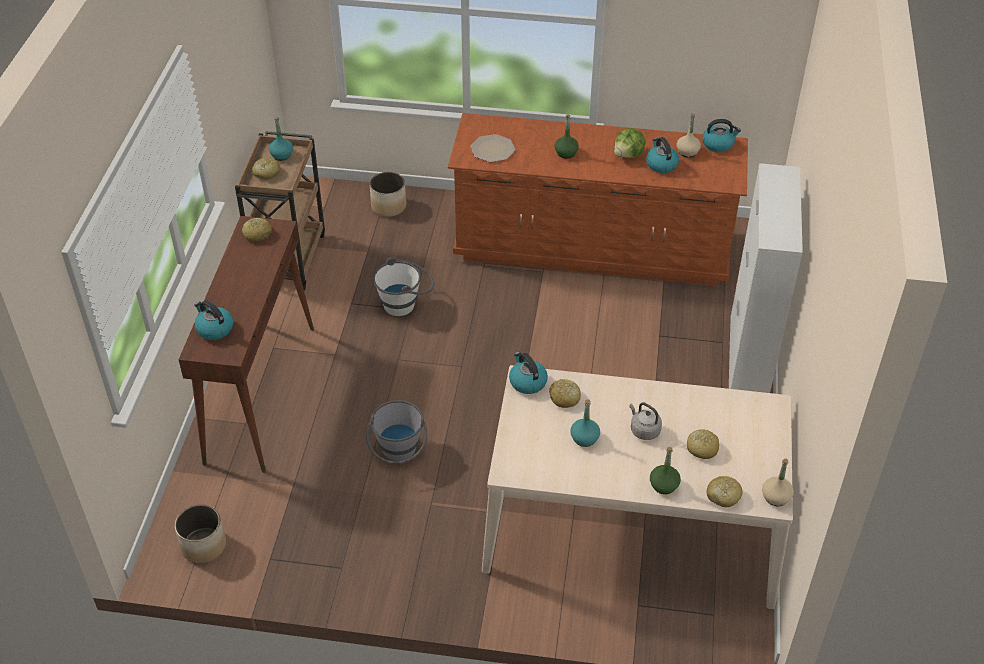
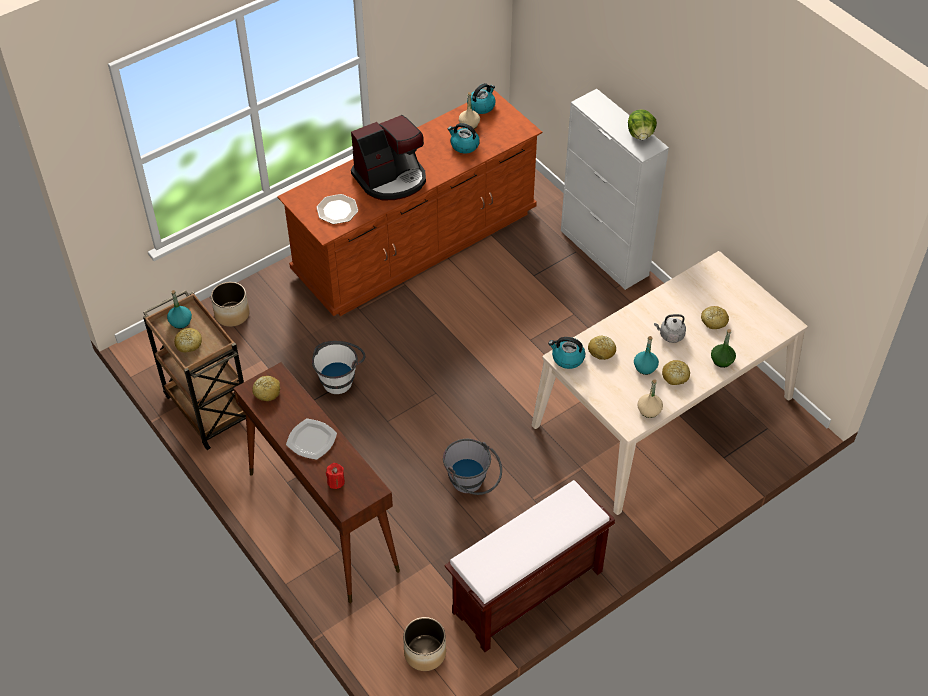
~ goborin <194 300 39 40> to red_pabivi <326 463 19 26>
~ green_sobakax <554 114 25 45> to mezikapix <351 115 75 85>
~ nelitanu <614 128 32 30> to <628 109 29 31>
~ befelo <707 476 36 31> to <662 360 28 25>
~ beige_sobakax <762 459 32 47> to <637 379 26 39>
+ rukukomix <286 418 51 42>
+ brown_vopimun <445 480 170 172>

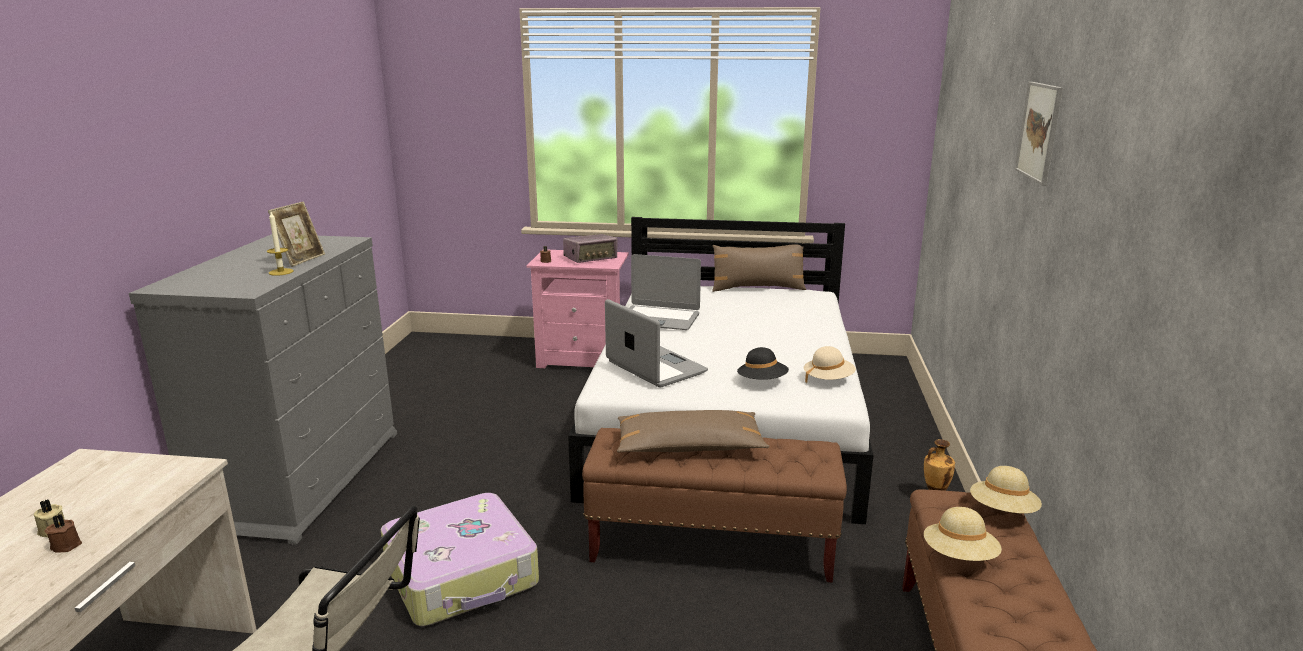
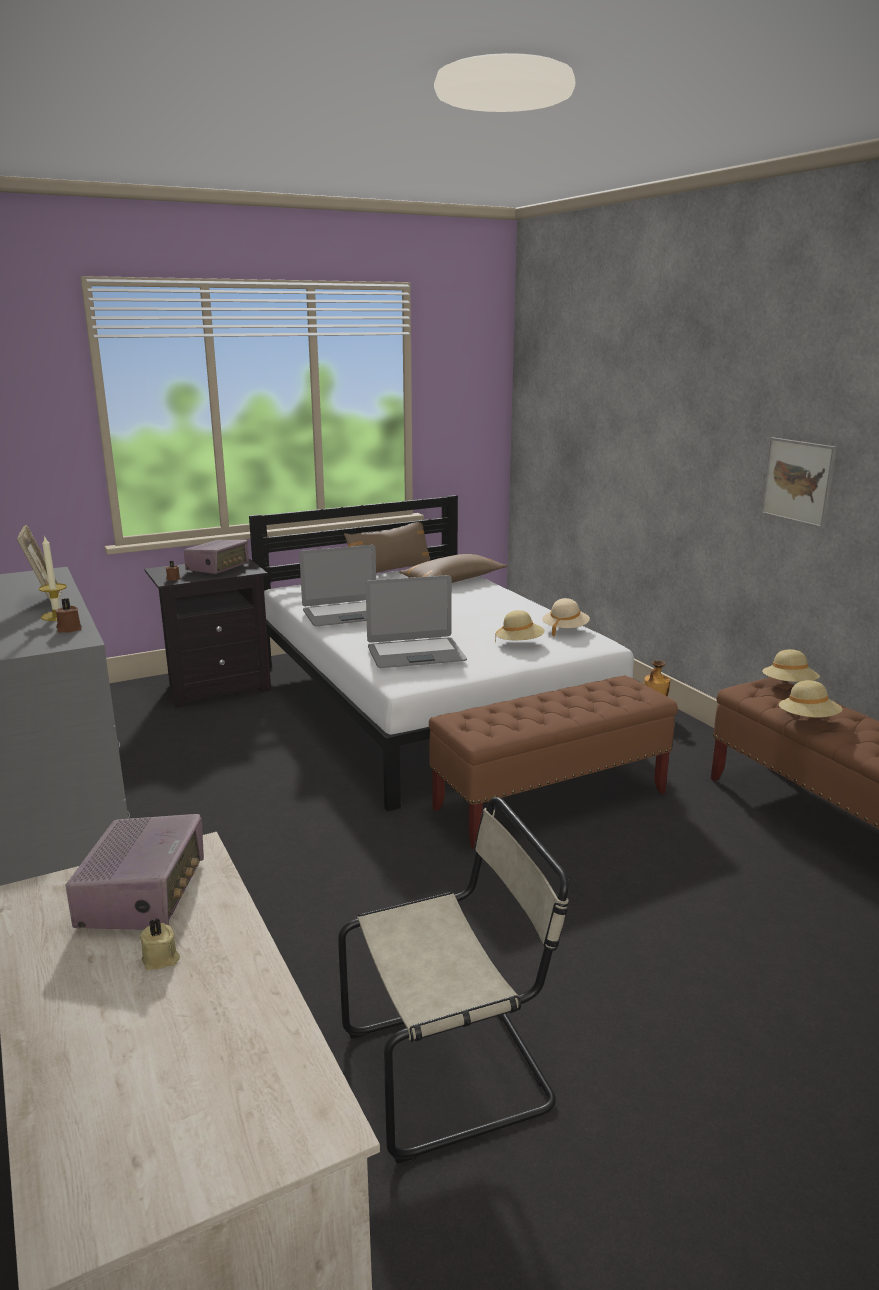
~ brown_pabivi <45 514 37 39> to <55 598 27 34>
- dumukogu <381 493 158 133>
~ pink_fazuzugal <527 249 102 119> to black_fazuzugal <144 558 127 150>
~ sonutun <605 299 103 89> = <366 575 101 93> 150 degrees clockwise
~ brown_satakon <617 410 153 43> to <399 554 108 29>
~ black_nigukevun <737 347 52 33> to beige_nigukevun <495 610 50 32>
~ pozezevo <1015 82 48 103> to <761 437 76 91>
+ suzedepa <66 814 138 115>

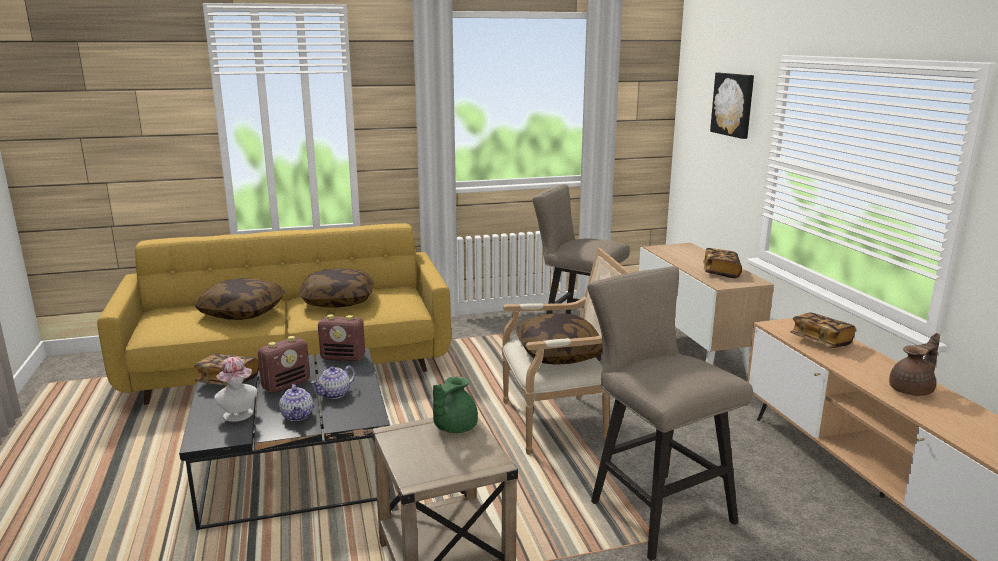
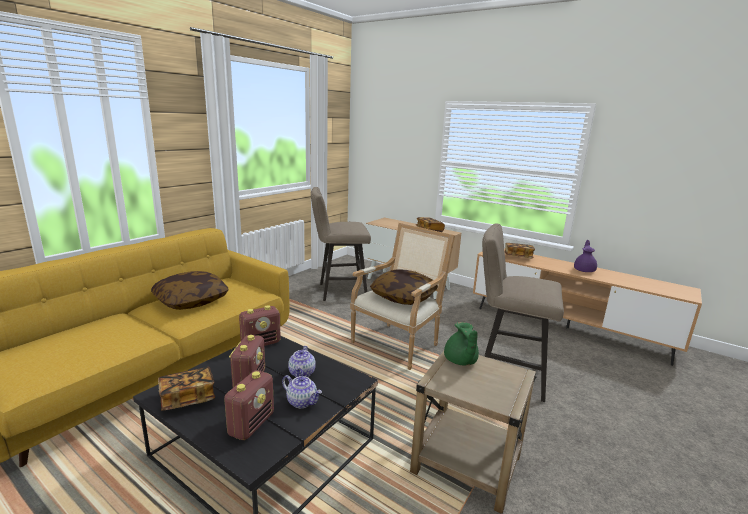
- satakon <194 278 91 42>
~ nigukevun <214 357 43 65> to suzedepa <224 370 50 70>
- pozezevo <710 73 44 66>
~ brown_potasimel <889 333 51 63> to purple_potasimel <574 240 23 32>

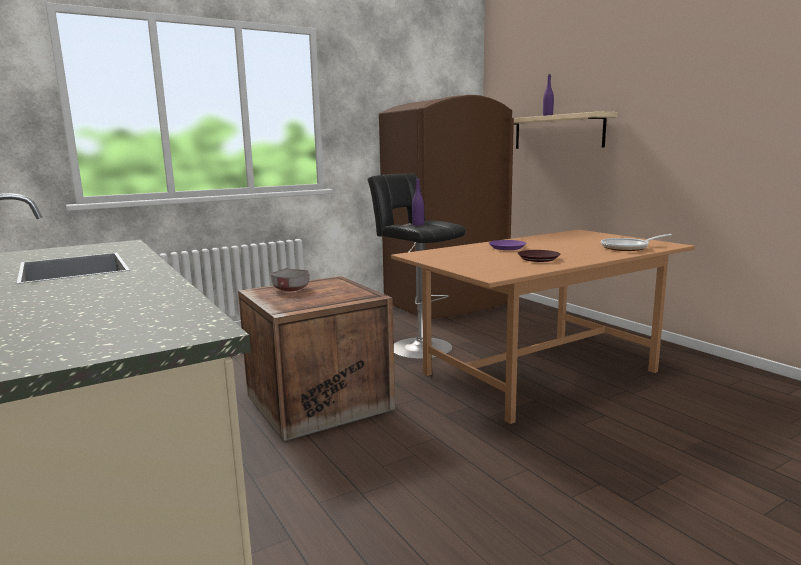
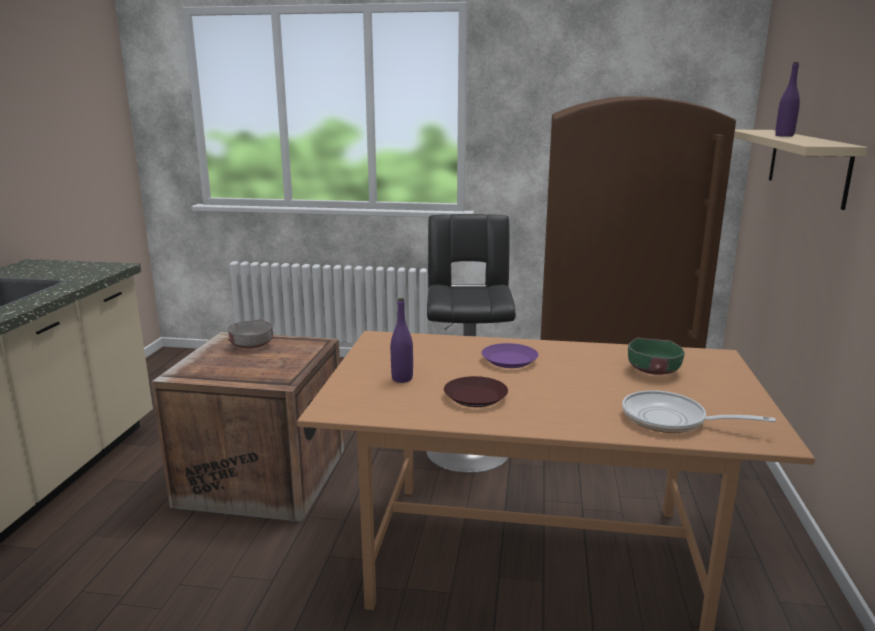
~ purple_sobakax <412 178 12 48> to <391 298 22 85>
+ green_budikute <628 337 57 38>

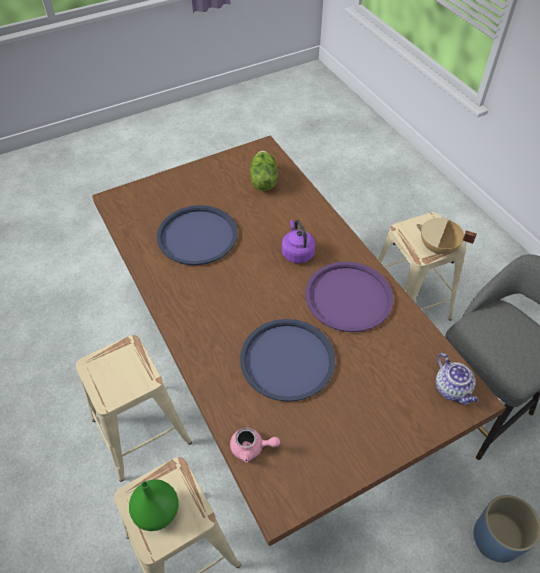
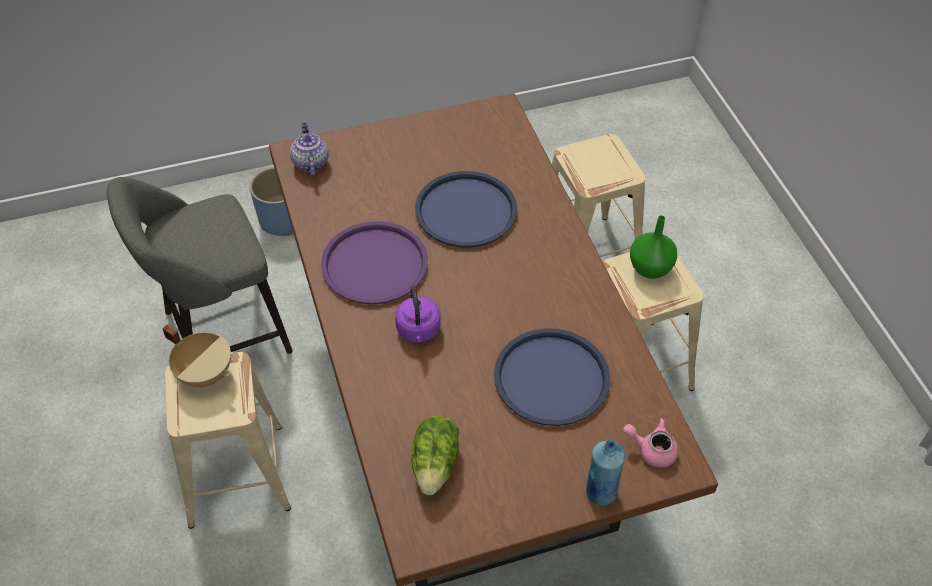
~ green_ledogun <129 479 50 52> to <630 215 47 64>
~ pink_potasimel <230 428 50 34> to <623 418 55 50>
+ blue_sobakax <586 440 39 66>

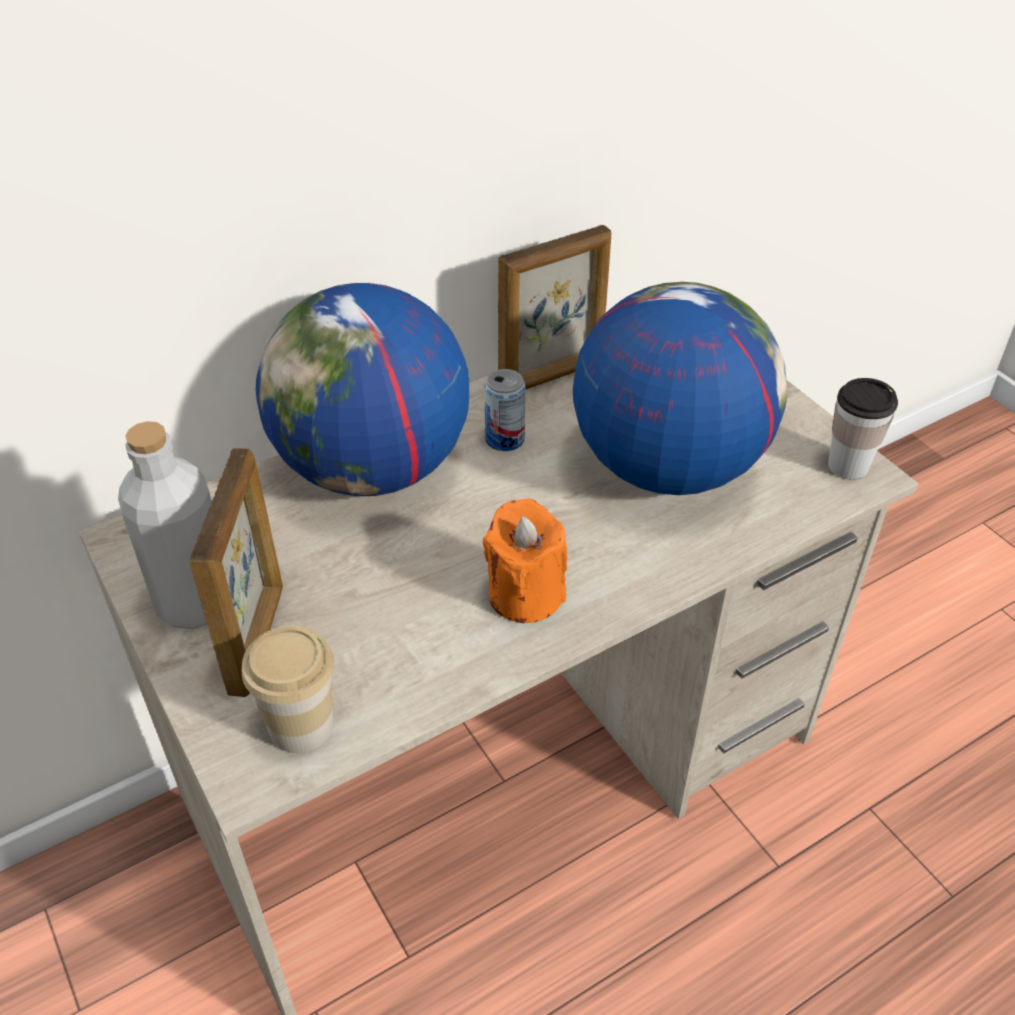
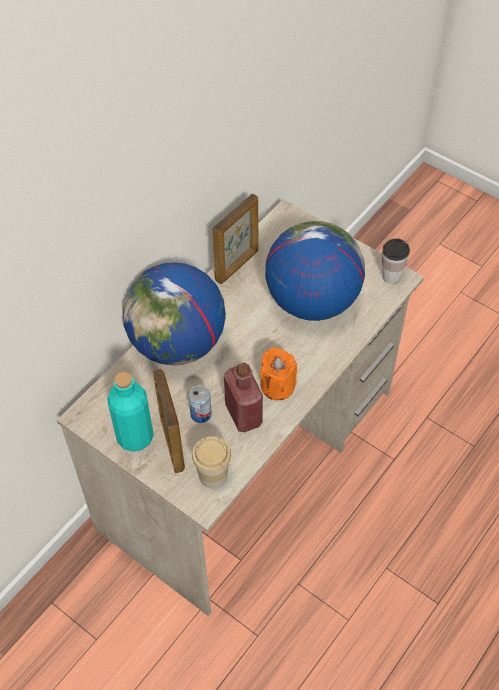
~ grey_sobakax <118 421 94 208> to turquoise_sobakax <107 372 47 80>
~ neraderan <484 369 41 82> to <188 385 24 38>
+ red_sobakax <224 363 39 69>

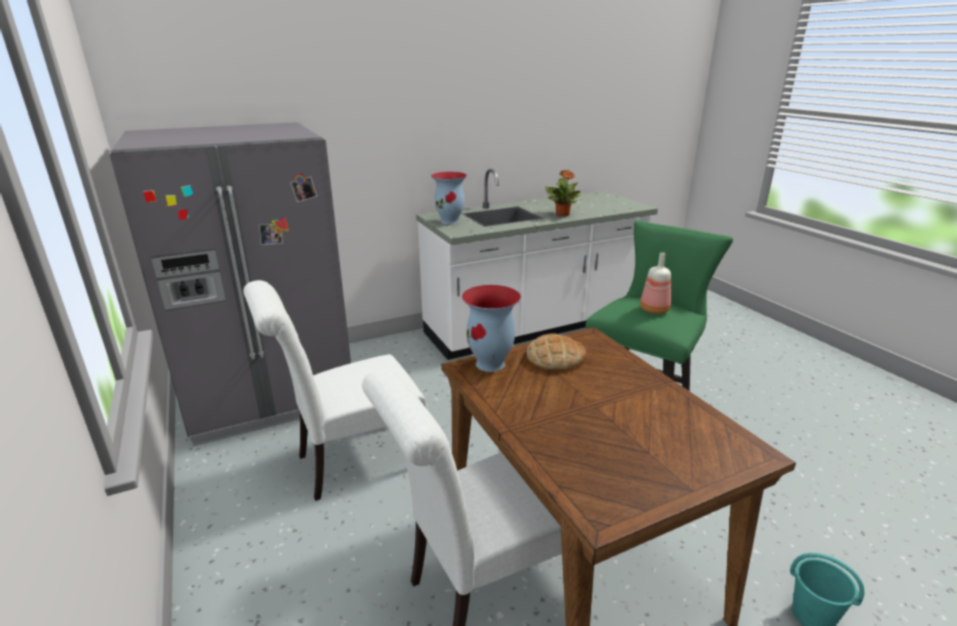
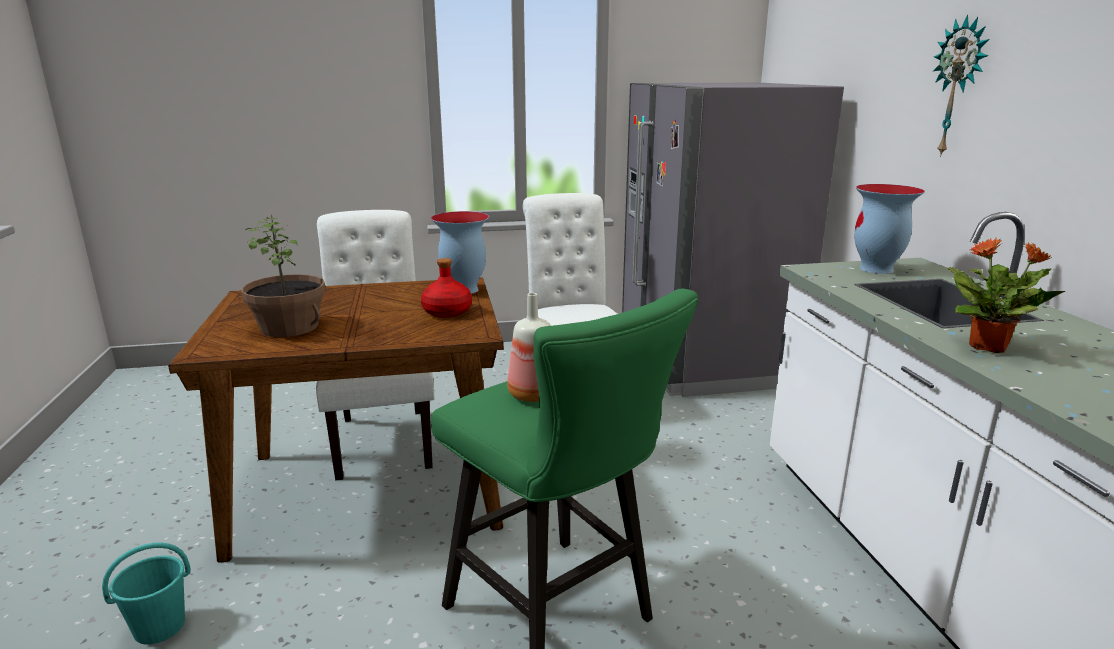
~ befelo <527 334 60 37> to red_sobakax <421 258 51 60>
+ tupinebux <241 214 85 123>
+ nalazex <933 15 56 142>

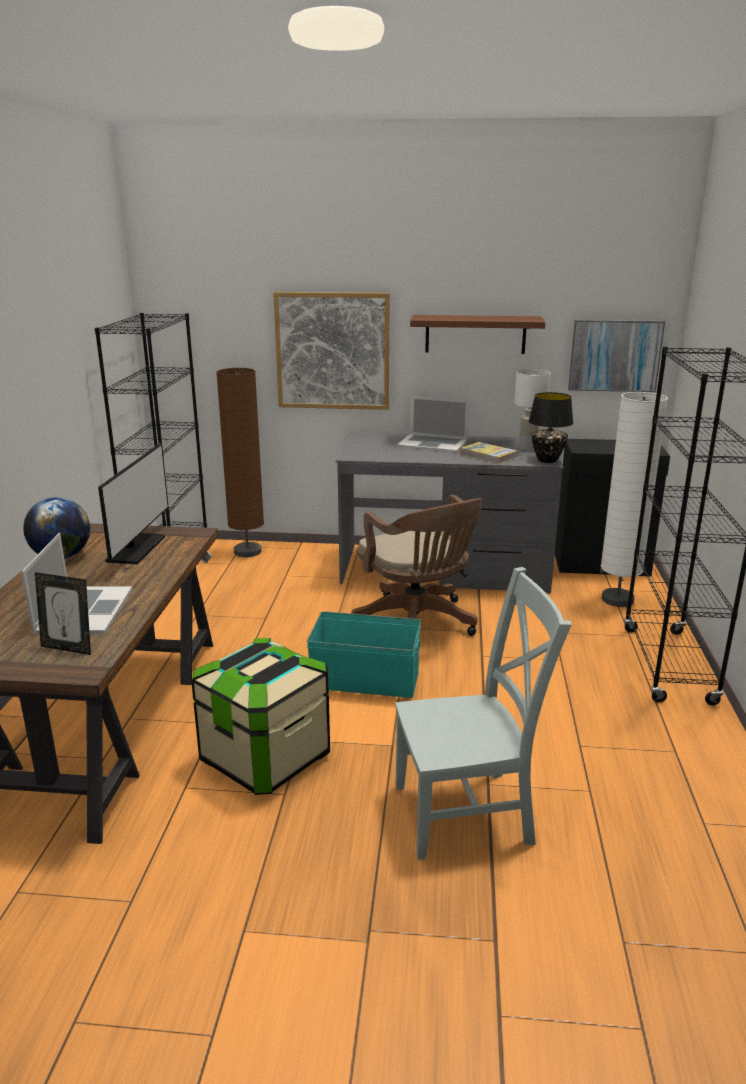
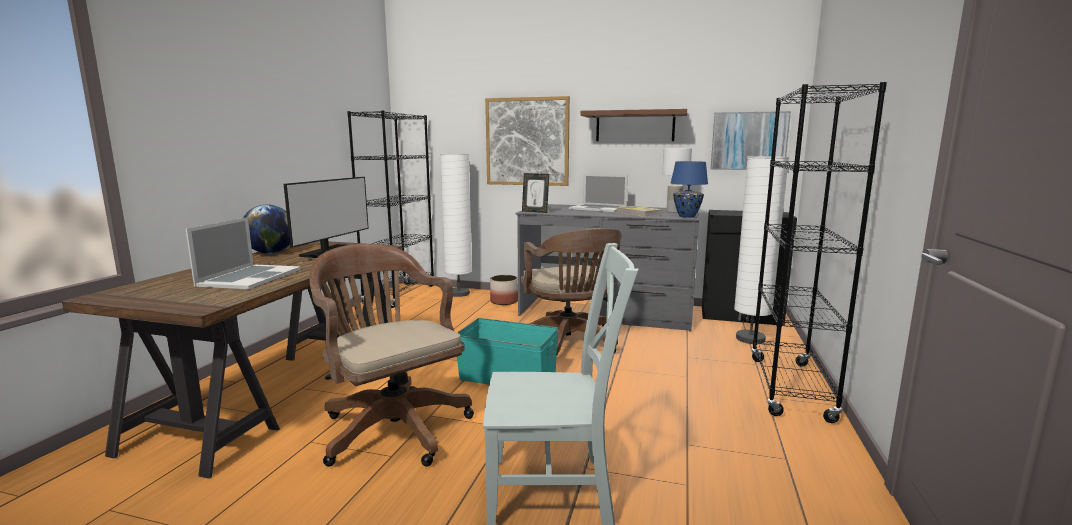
~ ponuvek <35 572 56 83> to <522 173 27 40>
~ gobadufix <192 638 138 157> to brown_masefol <309 244 165 223>
~ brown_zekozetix <216 368 48 189> to white_zekozetix <440 154 32 143>
~ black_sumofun <528 392 45 71> to blue_sumofun <671 161 37 57>
+ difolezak <490 275 28 30>

